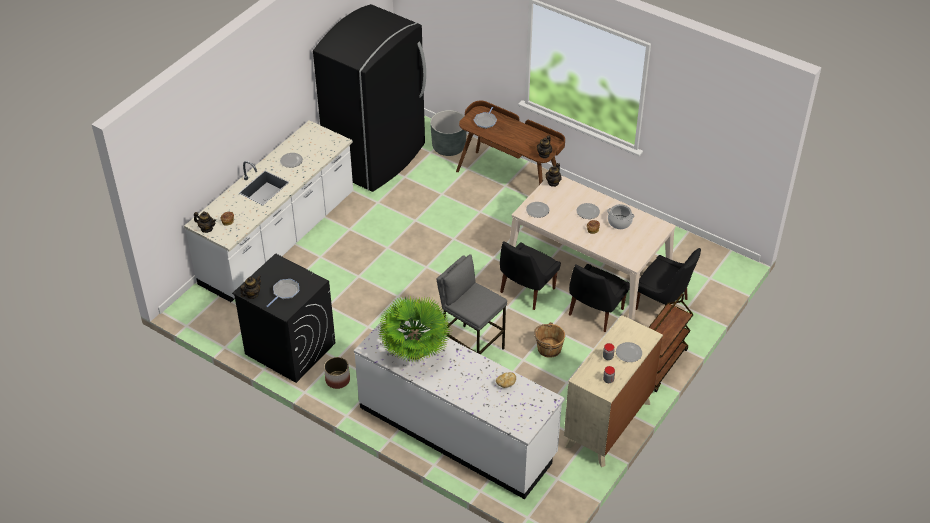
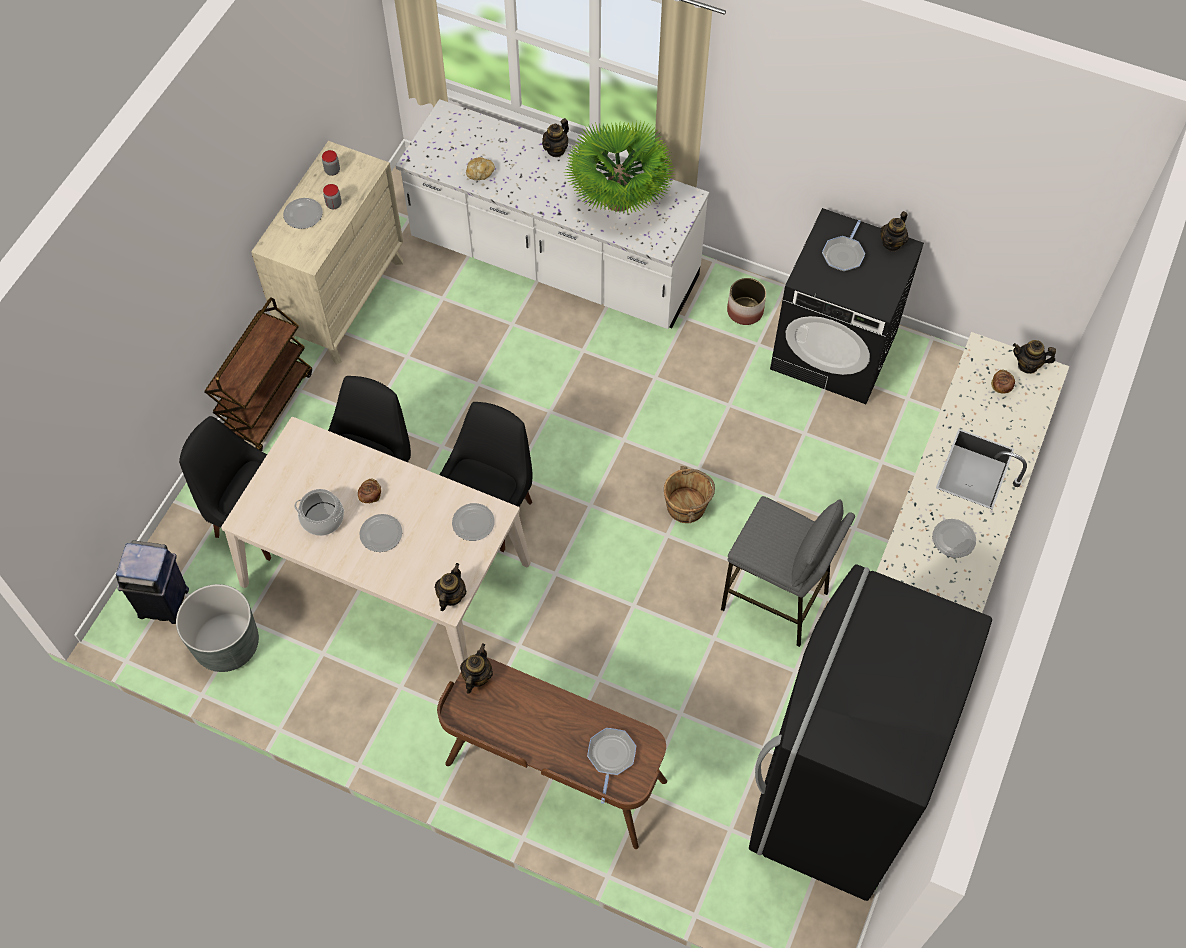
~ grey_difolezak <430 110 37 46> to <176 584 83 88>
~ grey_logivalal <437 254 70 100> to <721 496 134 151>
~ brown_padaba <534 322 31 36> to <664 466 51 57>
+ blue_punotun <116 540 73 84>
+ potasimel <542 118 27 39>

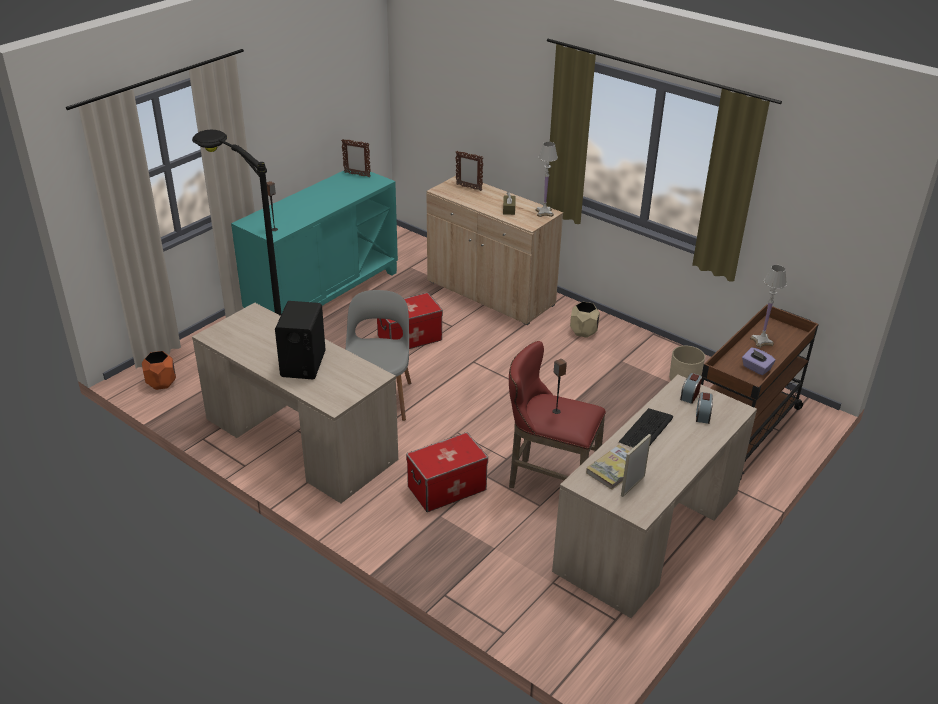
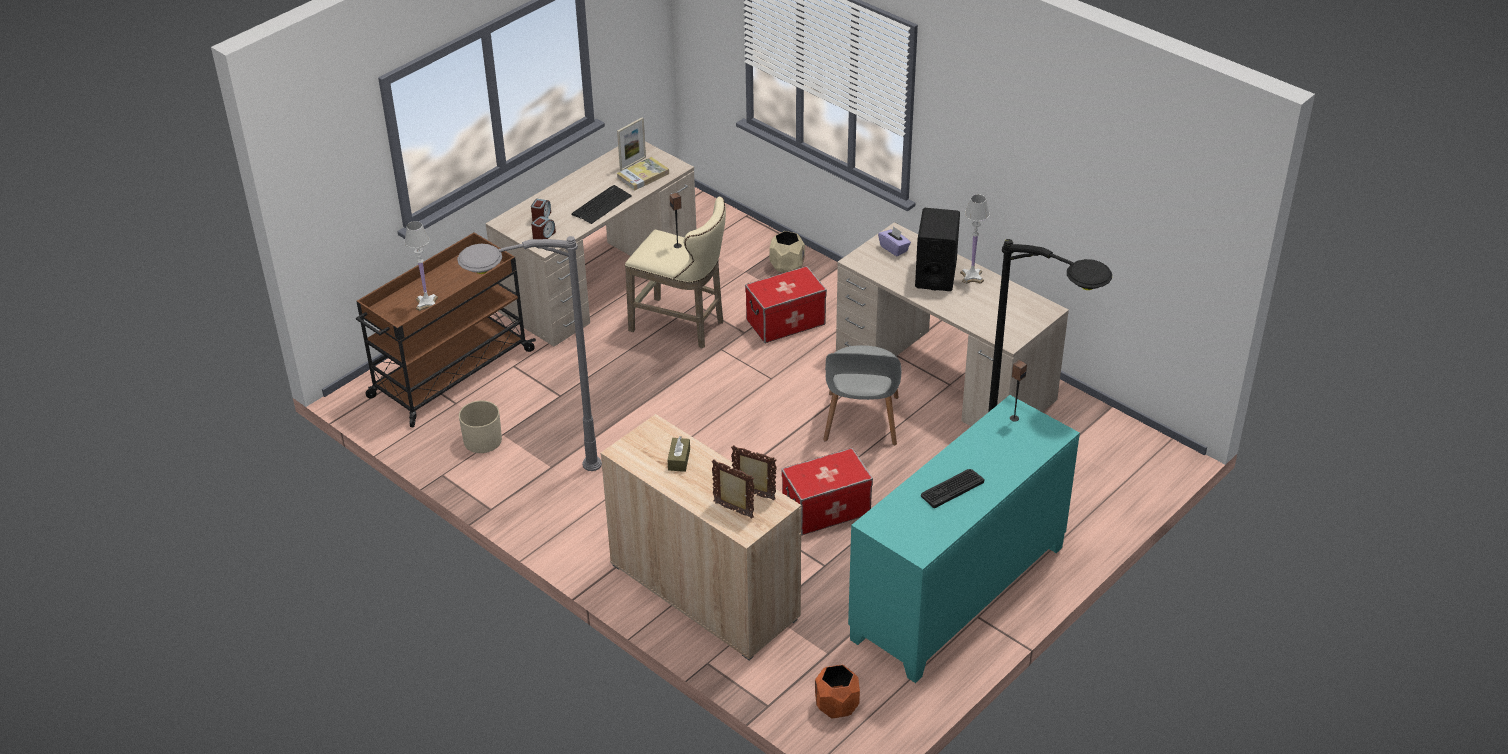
~ orange_difolezak <142 351 34 39> to <815 664 45 55>
~ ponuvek <341 139 30 38> to <731 445 46 56>
~ red_logivalal <509 341 97 147> to beige_logivalal <625 197 101 152>
~ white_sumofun <535 142 23 75> to <960 194 30 90>
~ beige_difolezak <570 302 30 36> to <769 231 36 42>
~ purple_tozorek <742 348 33 27> to <878 226 33 31>
+ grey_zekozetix <457 236 145 235>
+ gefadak <921 469 63 39>

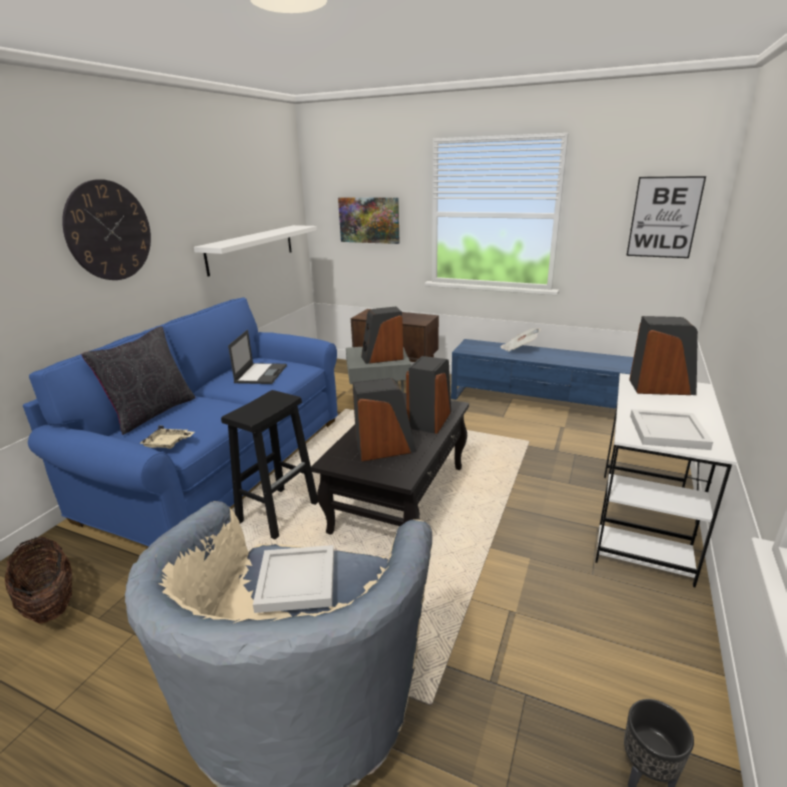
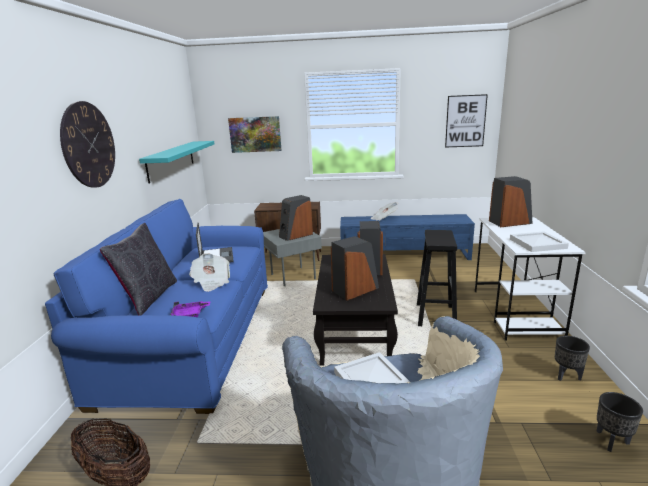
~ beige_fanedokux <139 425 56 24> to purple_fanedokux <170 301 40 16>
~ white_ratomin <194 225 123 52> to turquoise_ratomin <139 141 75 43>
~ black_logivalal <221 390 97 150> to <417 230 40 96>
+ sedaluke <189 253 41 39>
+ black_difolezak <555 336 35 45>

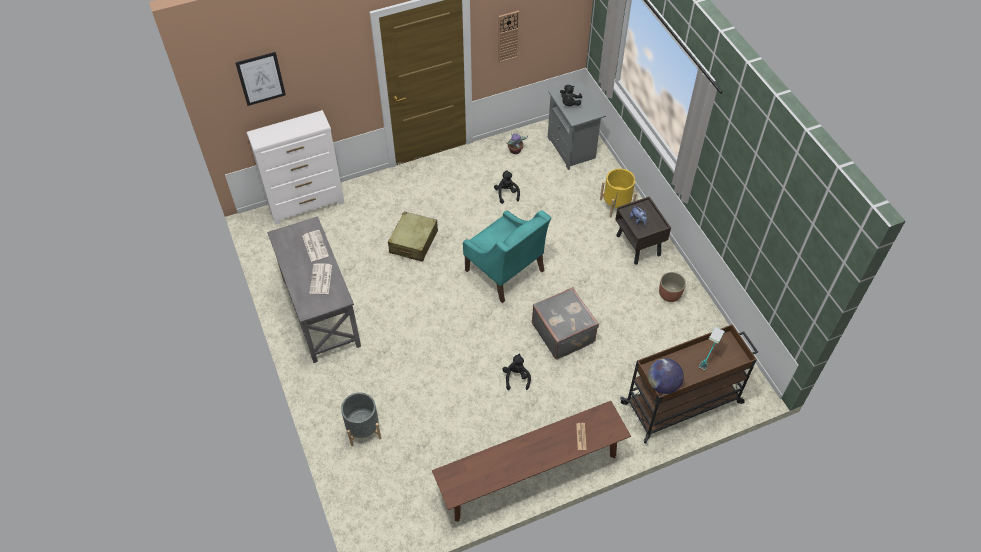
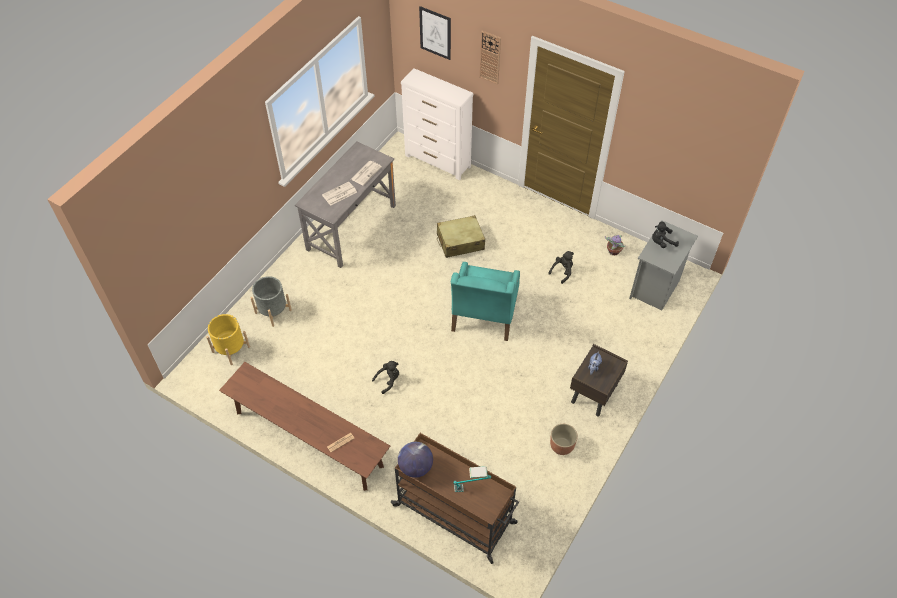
~ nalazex <498 10 22 53> to <480 30 21 55>
- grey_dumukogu <532 287 67 73>
~ yellow_difolezak <600 168 37 50> to <206 314 44 51>

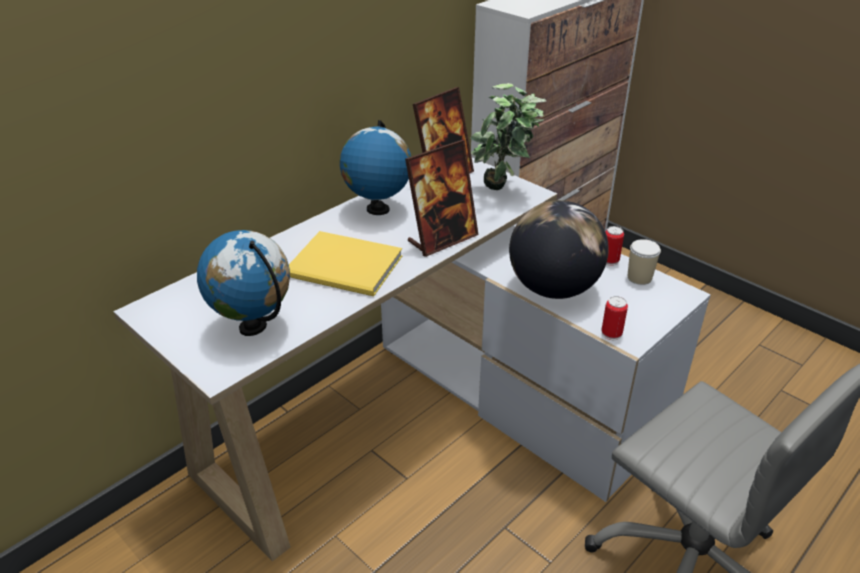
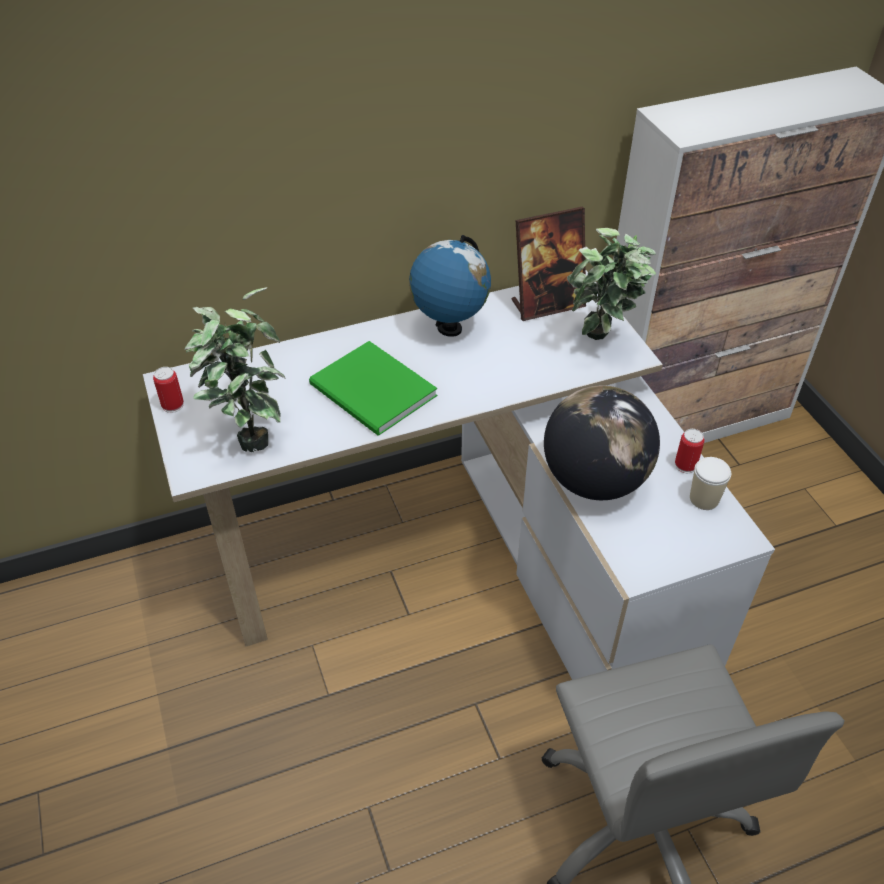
~ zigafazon <197 230 93 106> to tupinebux <184 287 102 165>
~ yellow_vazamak <289 231 113 65> to green_vazamak <309 341 128 95>
- ponuvek <405 140 74 117>
~ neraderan <601 296 27 44> to <153 367 31 46>

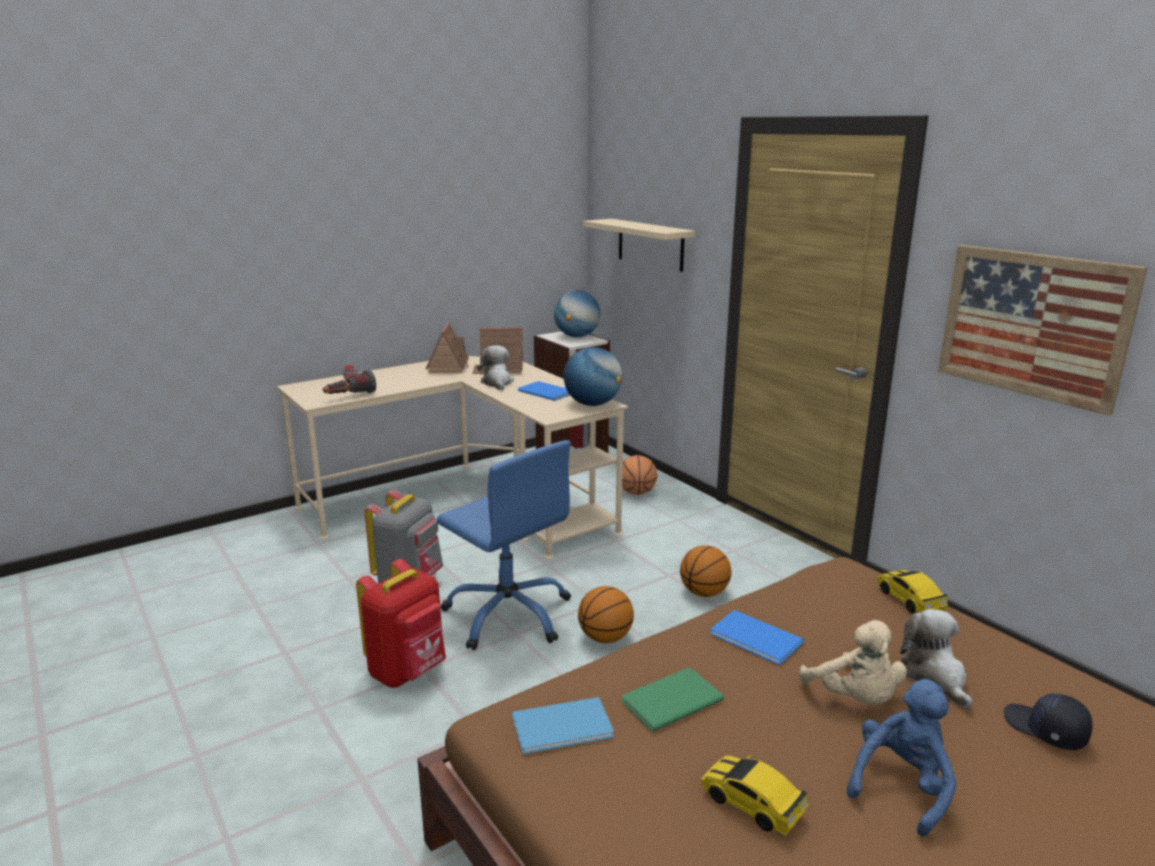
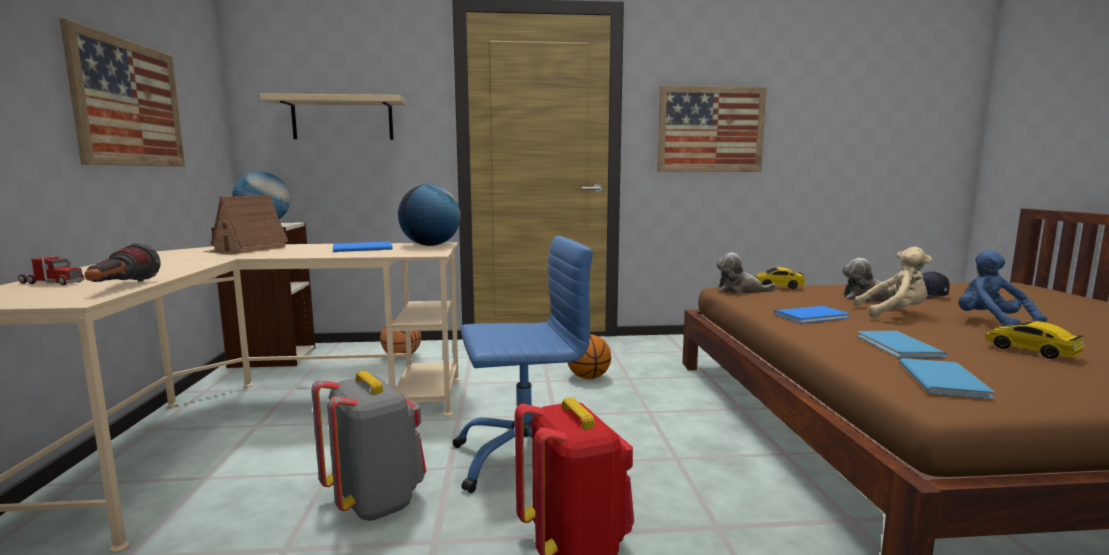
- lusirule <426 322 43 51>
~ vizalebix <477 345 37 45> to <716 253 61 40>
- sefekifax <578 586 56 57>
~ green_vazamak <622 668 102 64> to blue_vazamak <857 331 90 27>
~ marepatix <701 755 107 81> = <986 321 99 38> 75 degrees clockwise
+ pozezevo <60 19 125 148>

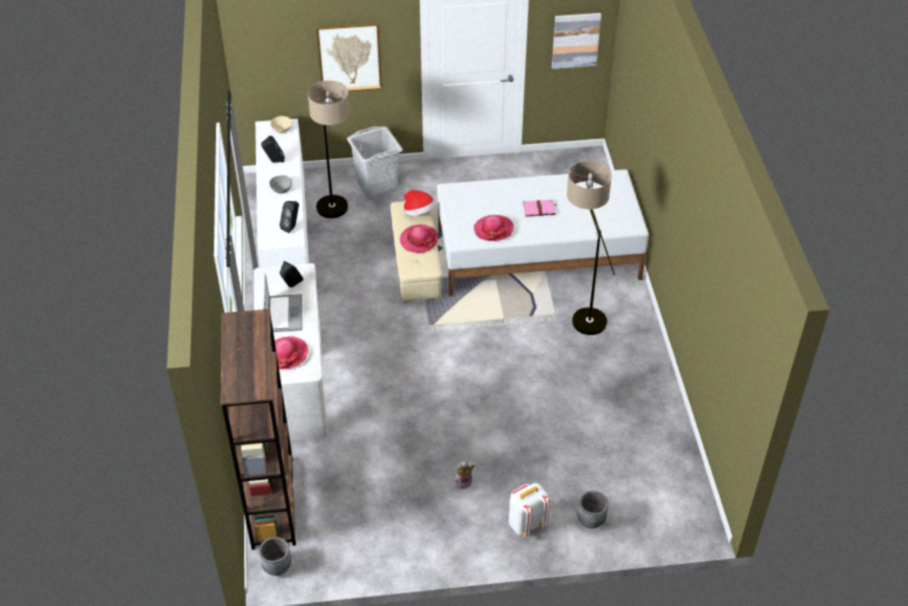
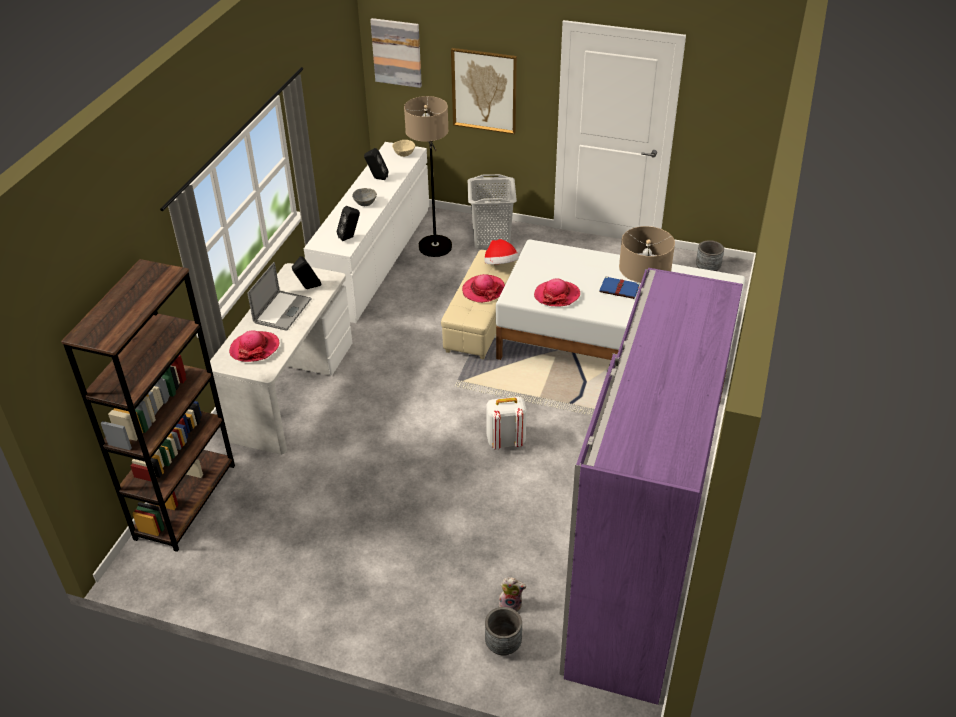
~ grey_difolezak <259 537 32 39> to <696 240 28 31>
~ vizalebix <454 461 21 28> to <499 577 27 35>
~ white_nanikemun <509 483 41 54> to <486 397 41 52>
~ pink_vazamak <523 199 33 18> to blue_vazamak <599 276 41 23>
~ pozezevo <552 13 49 56> to <370 18 52 70>
+ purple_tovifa <559 268 184 437>

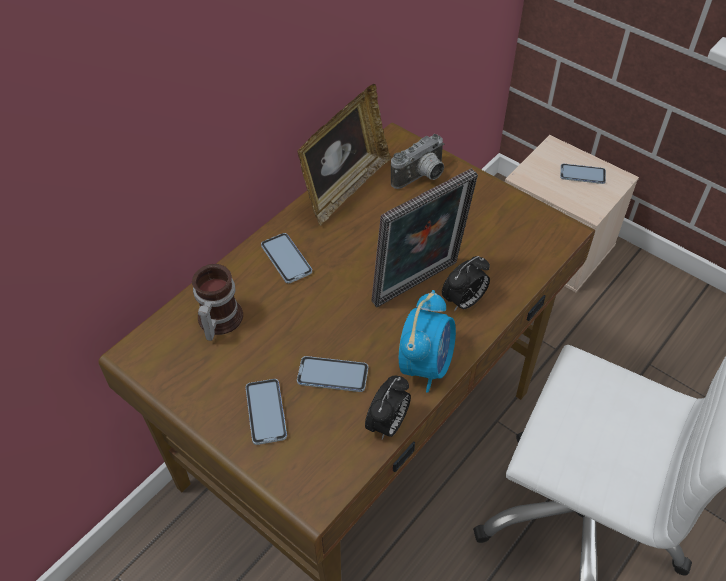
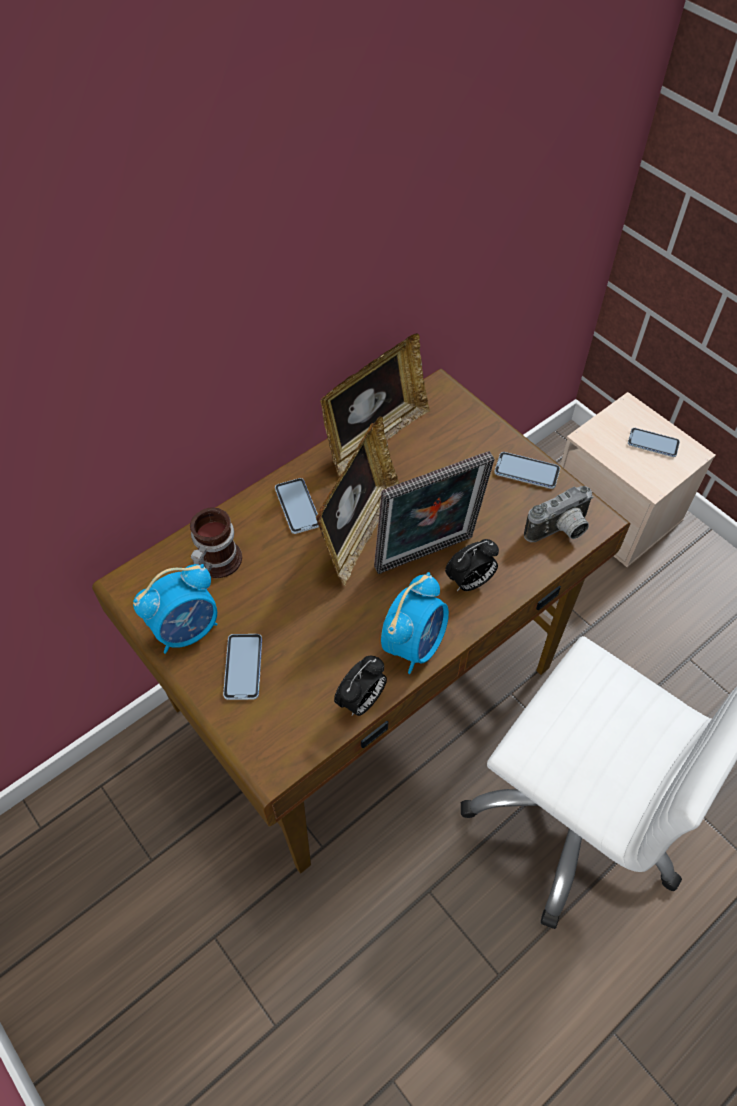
~ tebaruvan <297 356 71 36> to <494 452 66 37>
~ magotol <391 134 54 55> to <524 486 70 56>
+ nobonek <133 564 85 90>
+ ponuvek <316 416 84 170>

